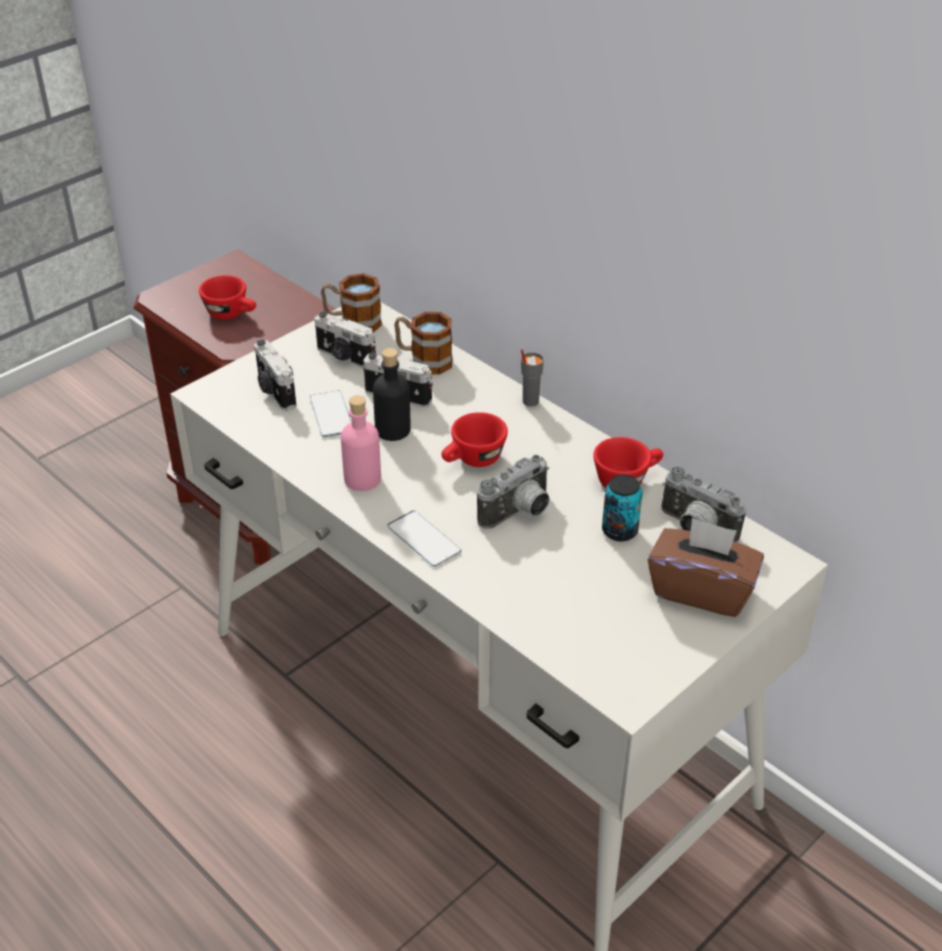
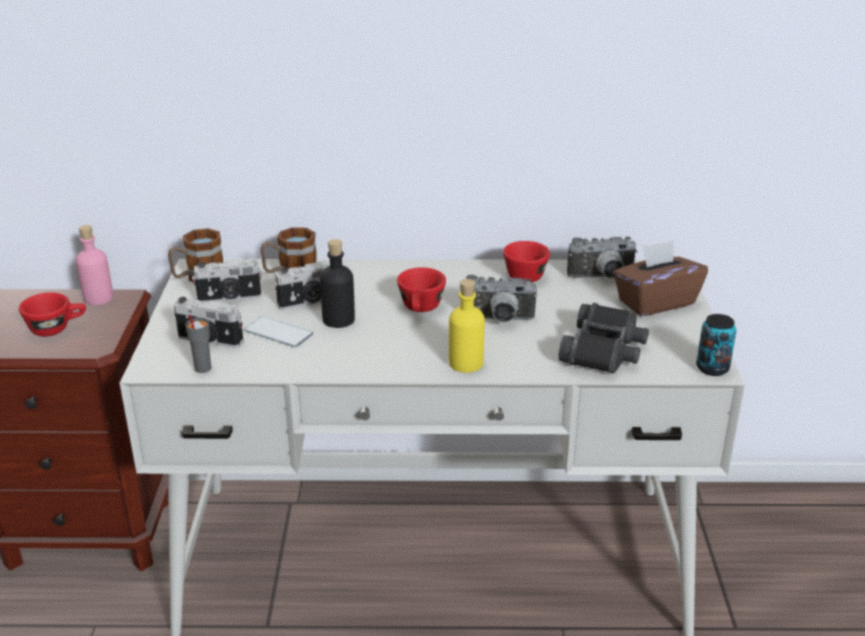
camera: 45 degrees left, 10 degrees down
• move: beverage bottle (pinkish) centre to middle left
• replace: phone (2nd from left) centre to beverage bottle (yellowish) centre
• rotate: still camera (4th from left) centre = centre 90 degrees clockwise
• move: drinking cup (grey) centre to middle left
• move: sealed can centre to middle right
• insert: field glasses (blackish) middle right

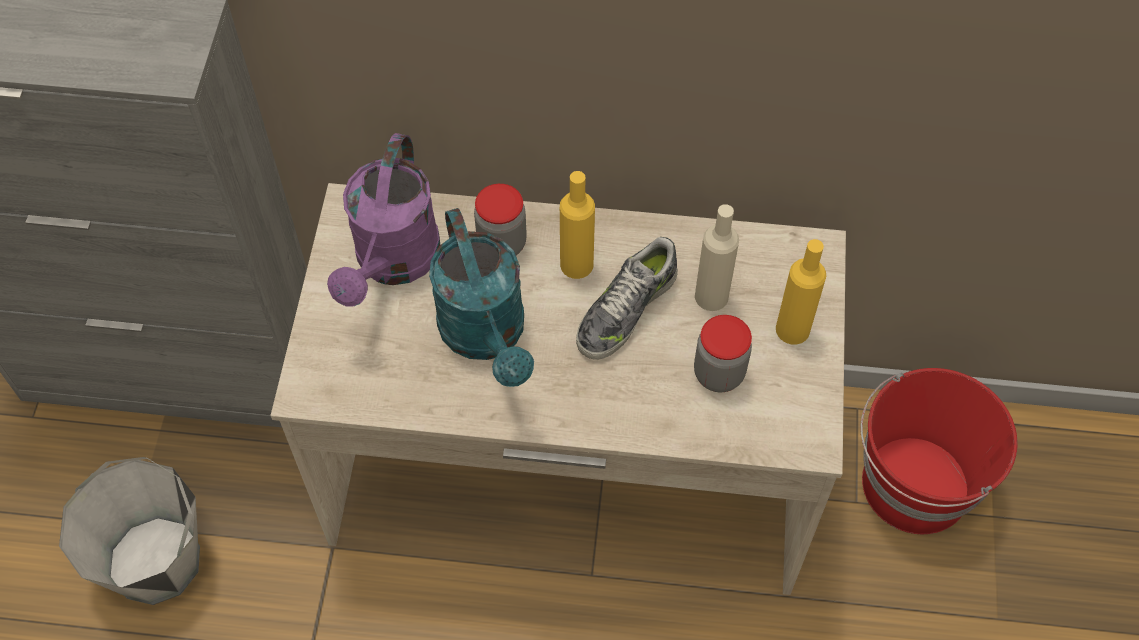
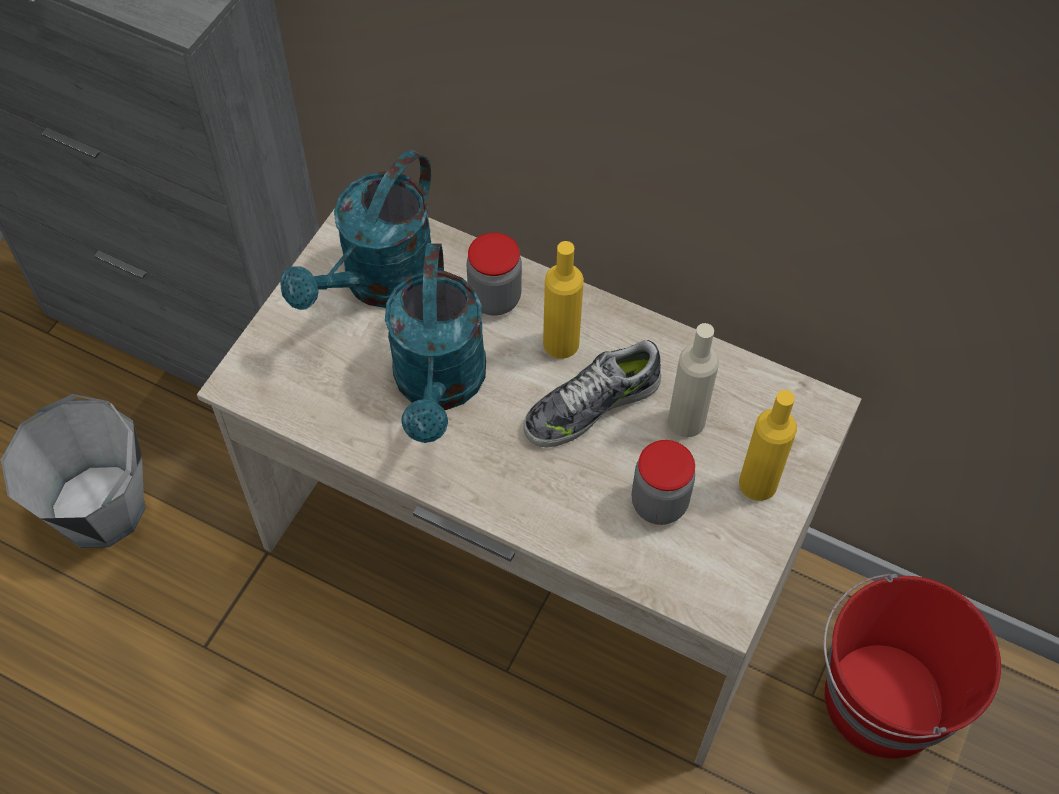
camera: 20 degrees right, 0 degrees up
• recolor: sprinkling can (purple-coloured) centre to sprinkling can (blue-green) (1st from left) top centre

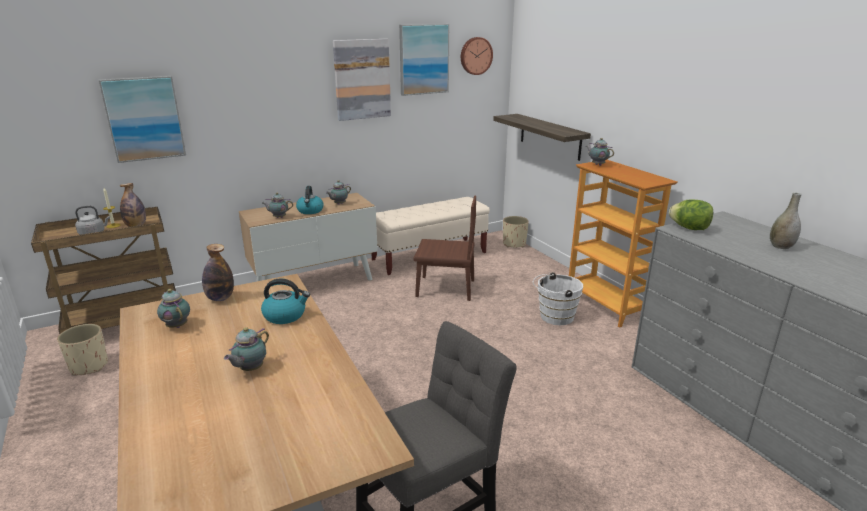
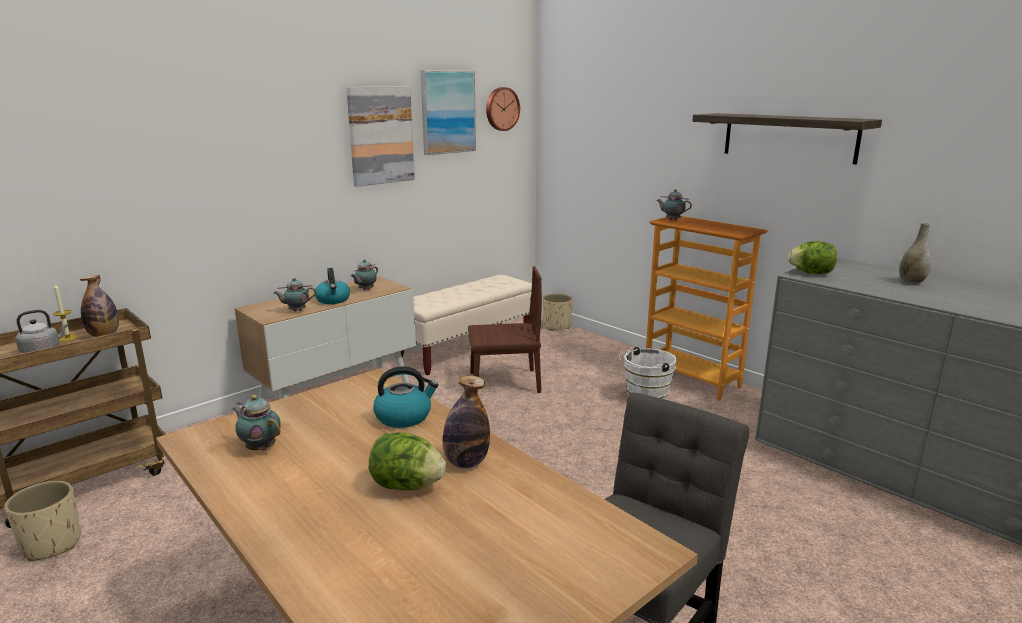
camera: 15 degrees left, 5 degrees down
• delete: picture (1st from left) top left
• move: beverage bottle (2nd from left) middle left to bottom centre
• replace: teapot (2nd from left) bottom left to lettuce head (1st from left) bottom centre
• move: wall shelf top centre to top right

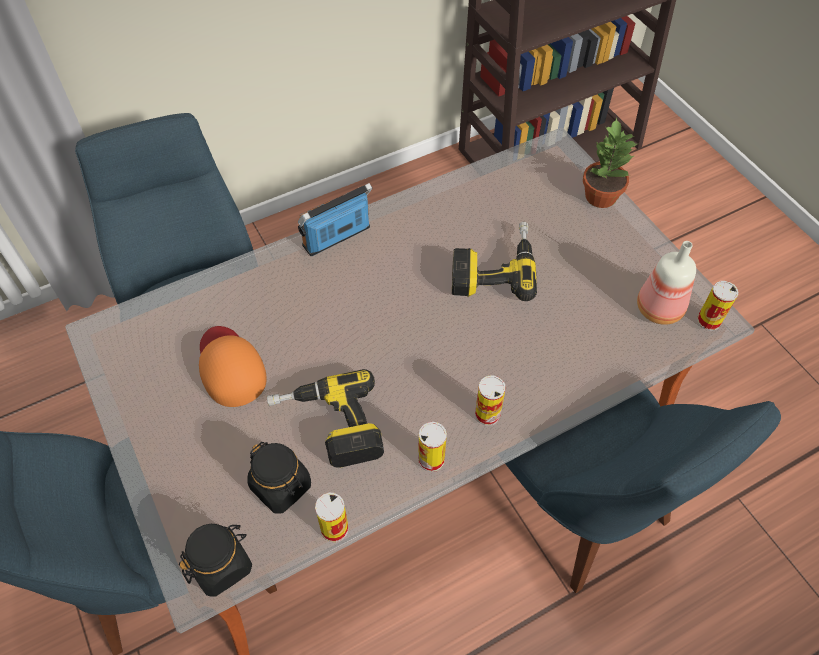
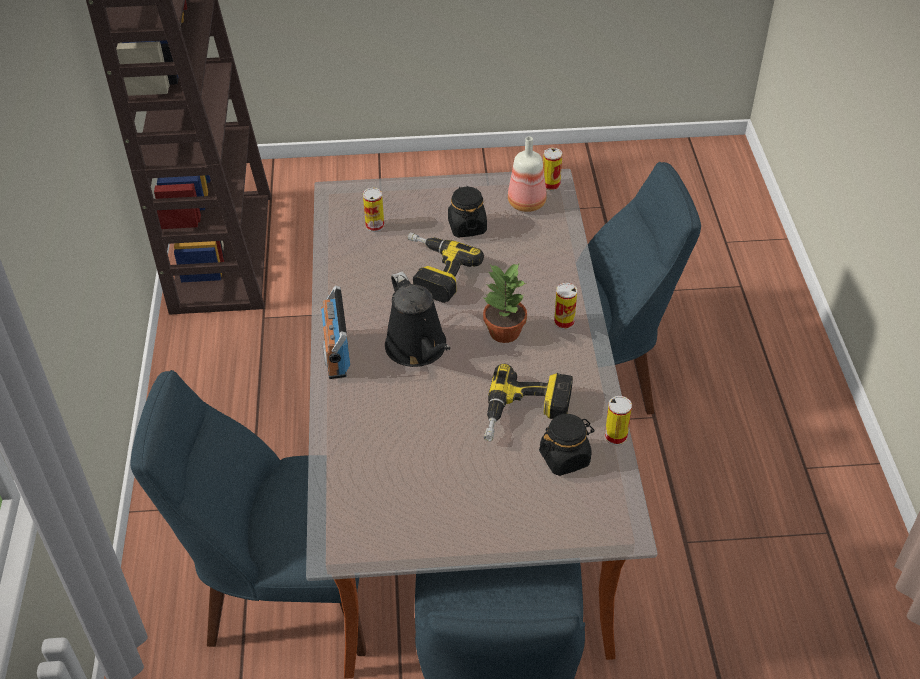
camera: 65 degrees left, 10 degrees down
• move: jar (blackish) (1st from left) bottom left to top centre
• delete: peaked cap (orange-coloured) middle left
• move: sealed can (2nd from left in the first image) bottom centre to sealed can (1st from left) top centre
• move: houseplant top right to centre
• insert: sprinkling can (blackish) centre

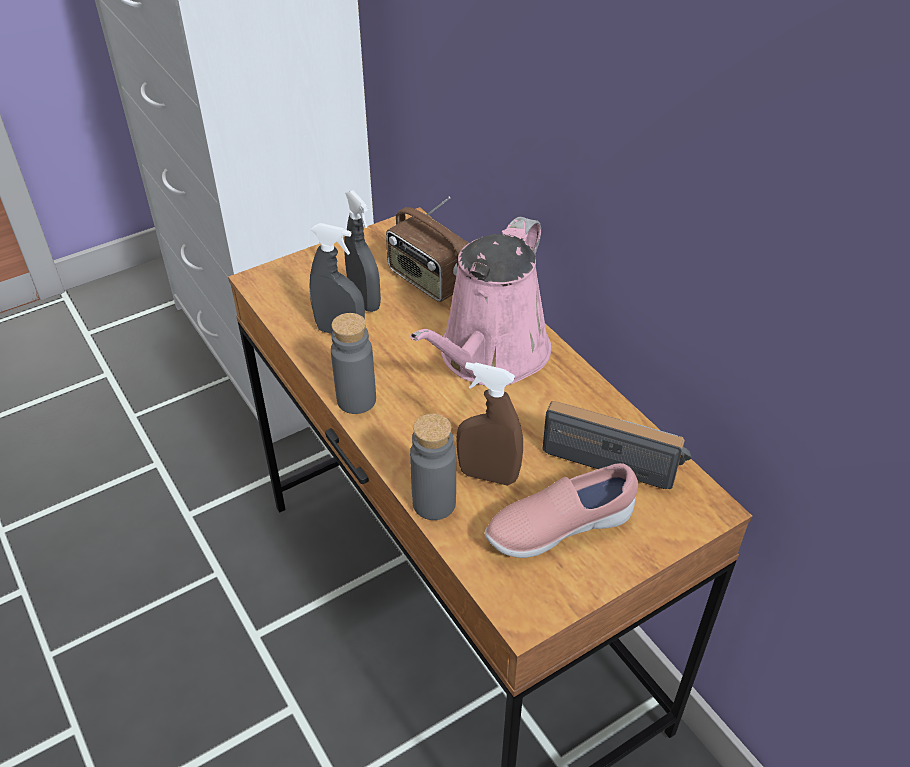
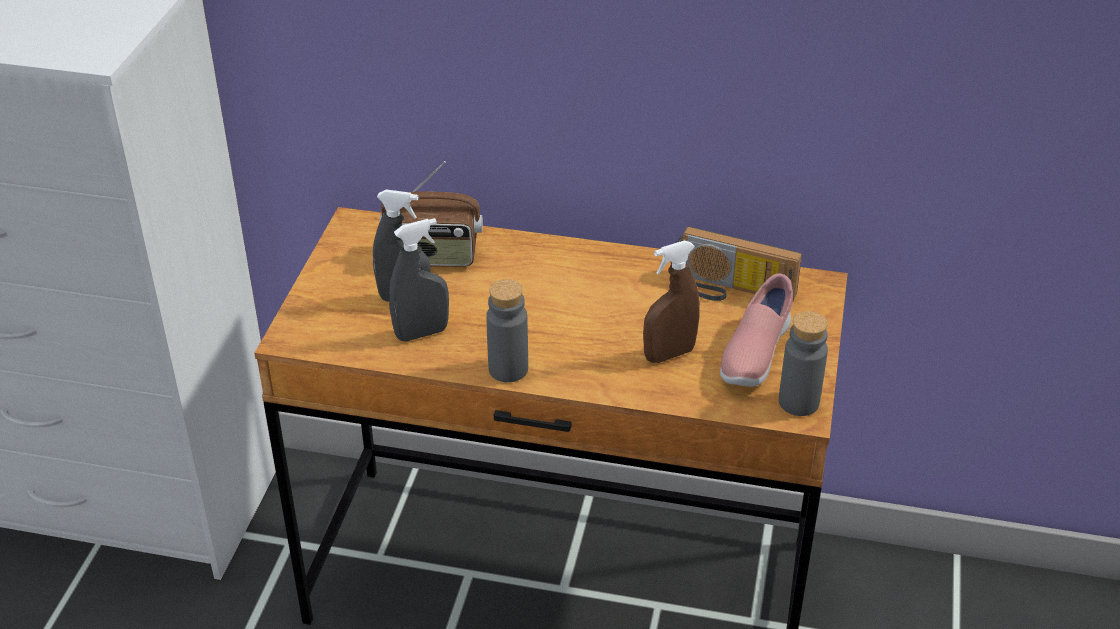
camera: 45 degrees left, 5 degrees down
• delete: sprinkling can (pinkish) centre
• move: beverage bottle (grey) (2nd from left) centre to middle right
• rotate: radio receiver (2nd from left) middle right = centre 135 degrees counterclockwise

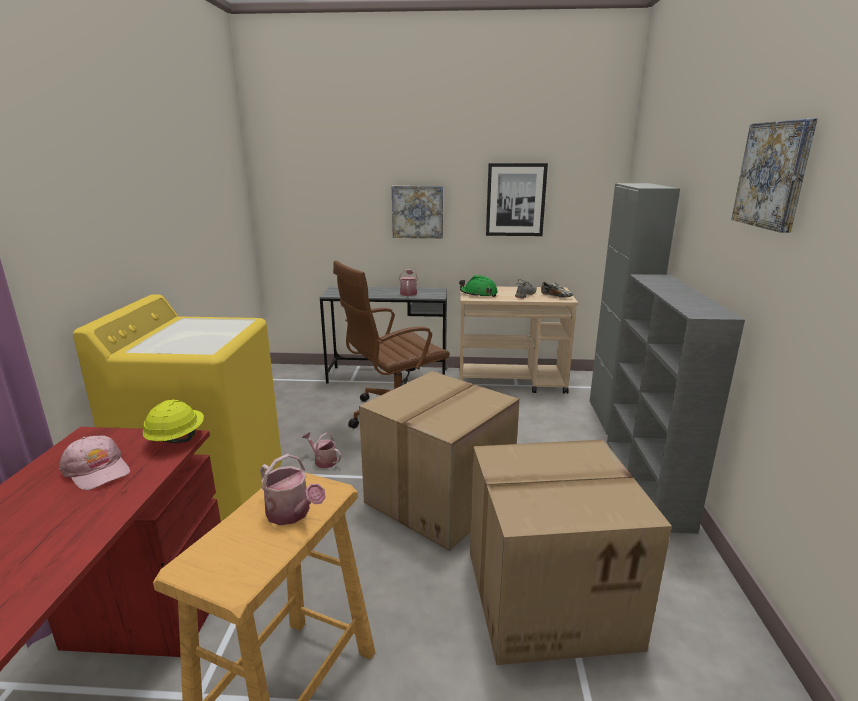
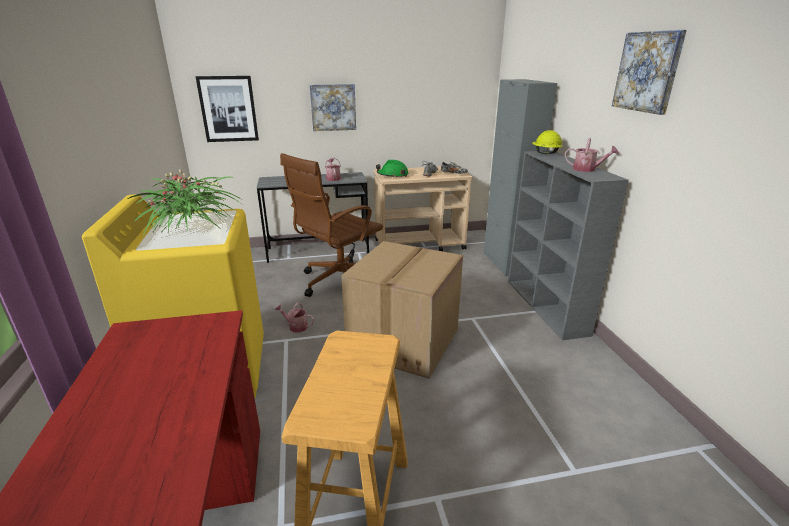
camera: 15 degrees left, 5 degrees up
• delete: peaked cap (pinkish) middle left
• move: hard hat (yellowish) middle left to top right
• move: sprinkling can (1st from left in the first image) bottom centre to sprinkling can (3rd from left) top right
• delete: packing box (2nd from left) bottom centre
• move: picture (2nd from left in the first image) top centre to picture (1st from left) top left
• insert: houseplant middle left

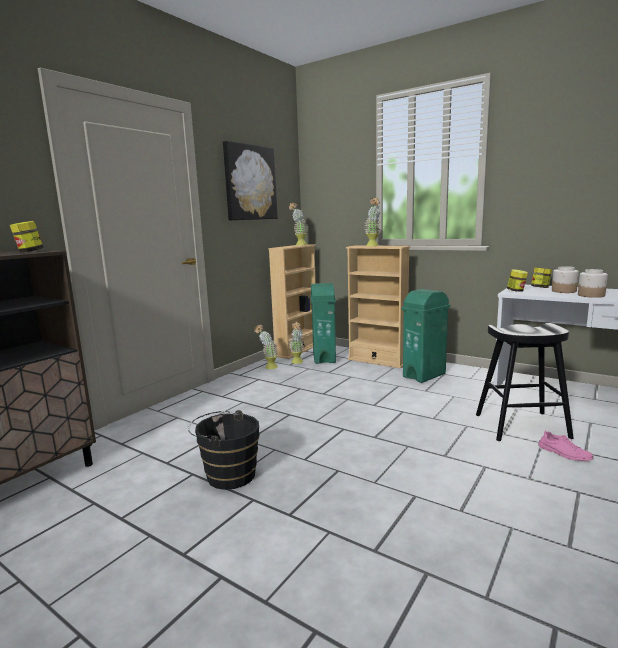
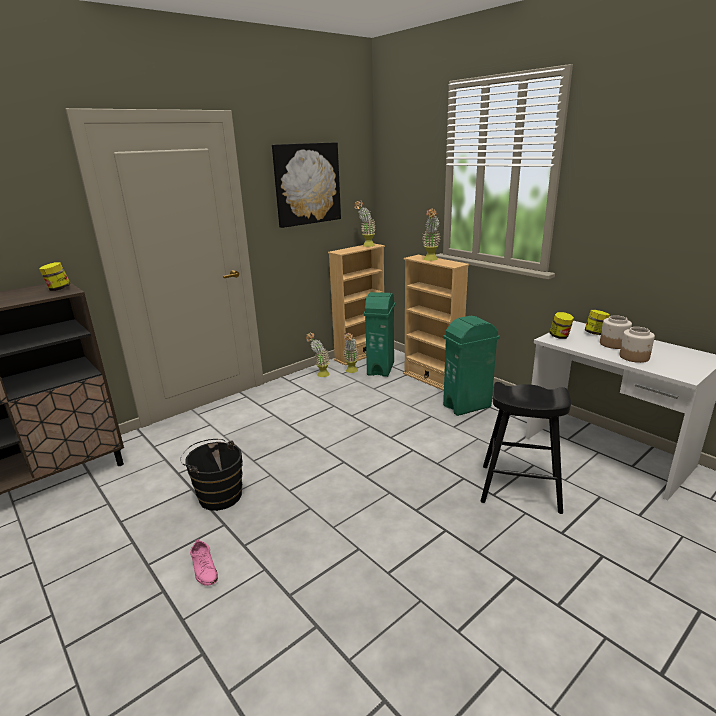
camera: 15 degrees right, 10 degrees up
• move: low shoe (pinkish) bottom right to bottom left

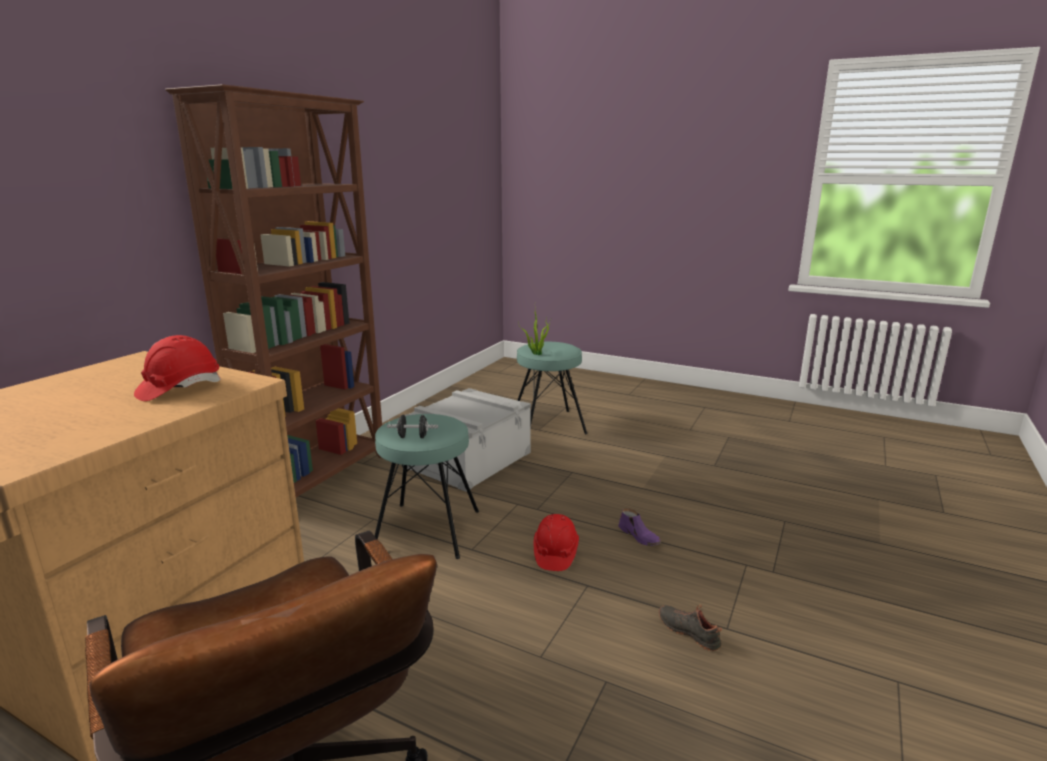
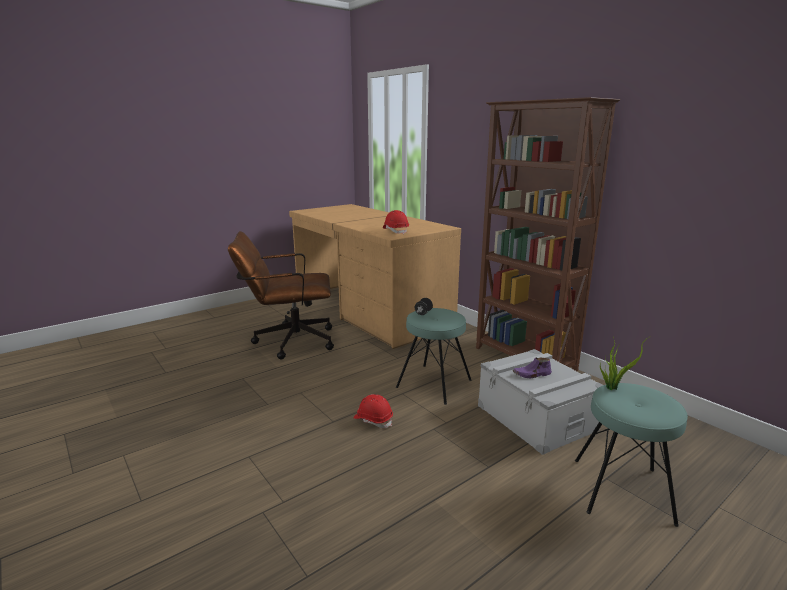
camera: 115 degrees right, 0 degrees up
• move: low shoe (purple-coloured) bottom centre to middle right
• delete: low shoe (blackish) bottom centre

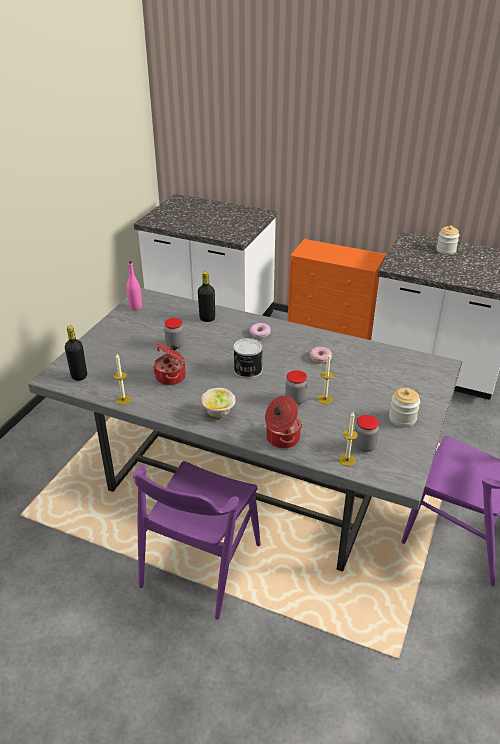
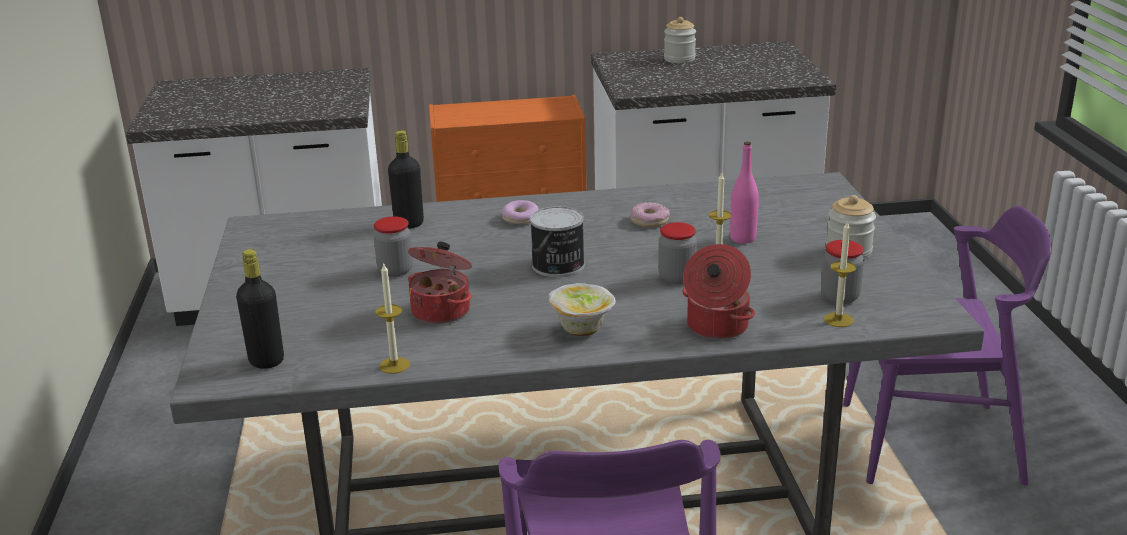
camera: 30 degrees left, 10 degrees down
• move: beverage bottle (pinkish) middle left to centre

